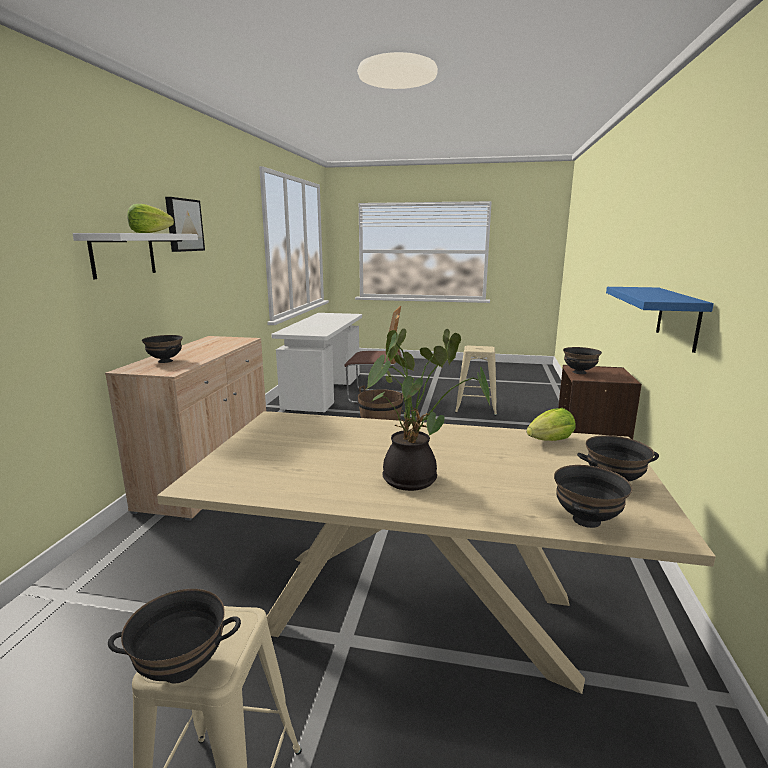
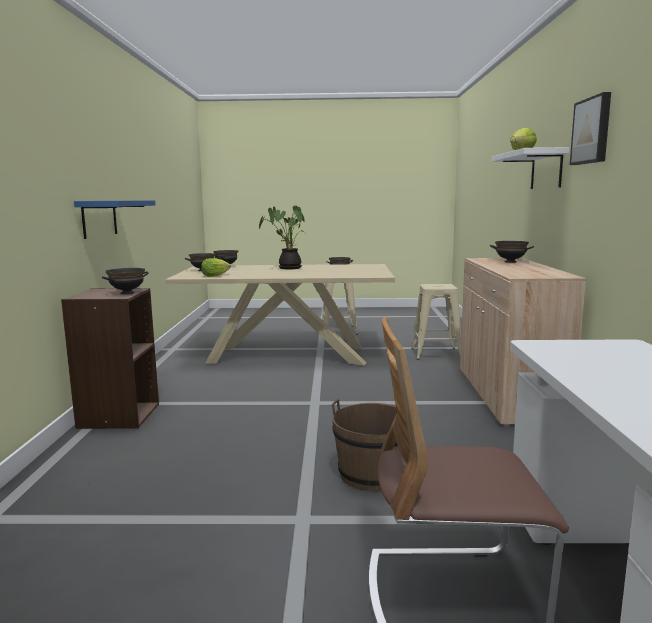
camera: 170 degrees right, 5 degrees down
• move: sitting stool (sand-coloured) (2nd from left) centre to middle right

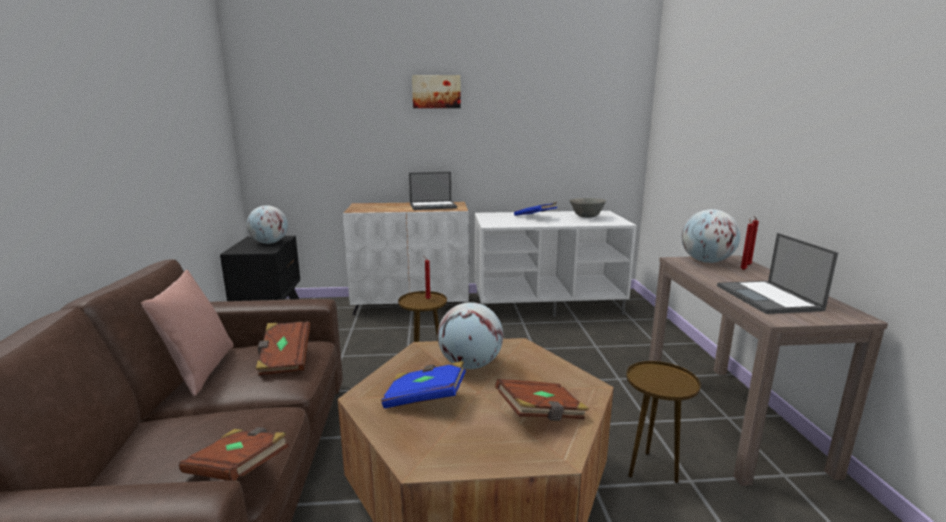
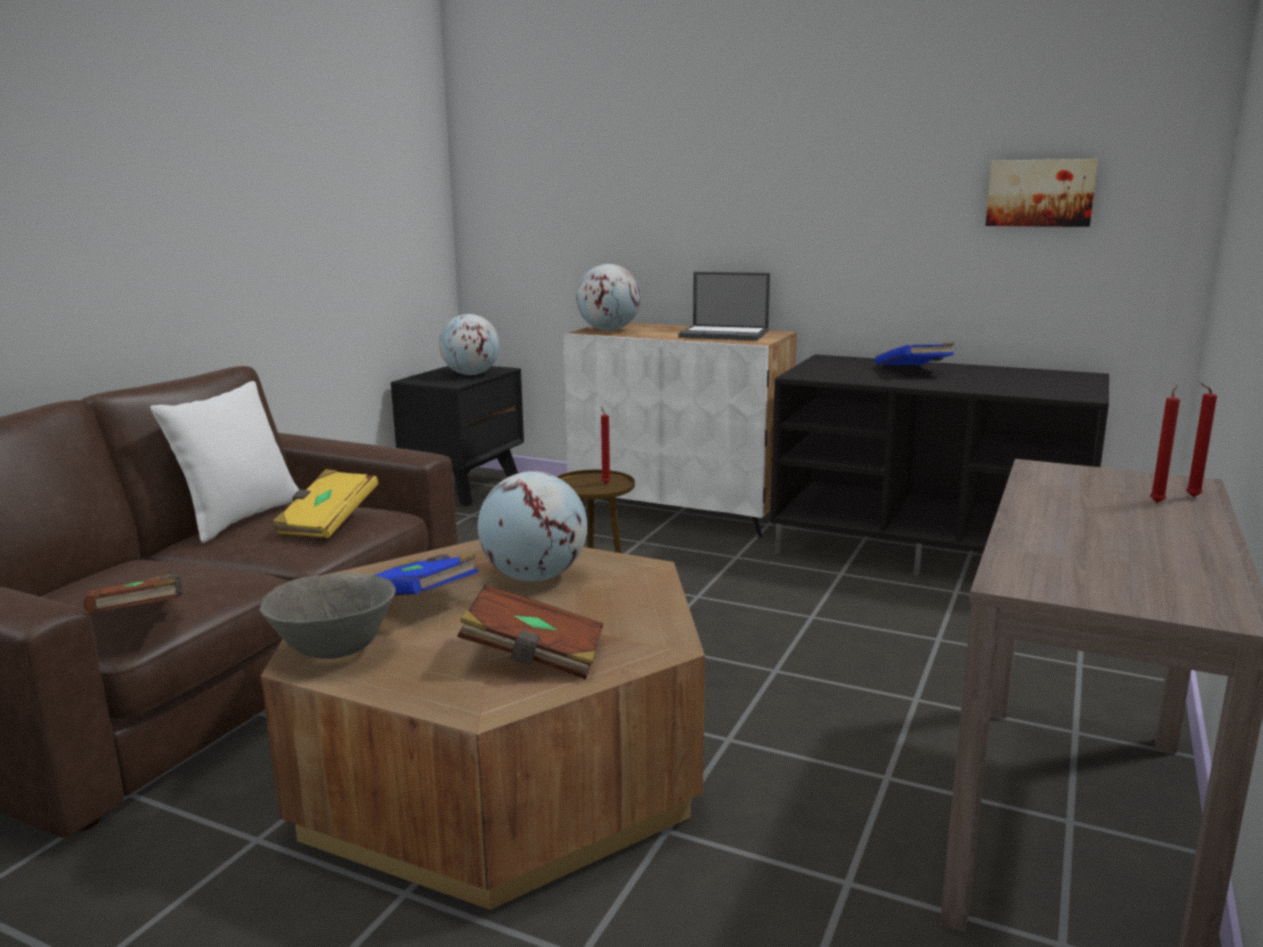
camera: 30 degrees right, 0 degrees up
• recolor: throw pillow (pinkish) middle left to throw pillow (white-coloured) middle left
• recolor: volume (brown) (2nd from left) bottom left to volume (yellowish) middle left
• move: picture top centre to top right
• recolor: media console (white-coloured) centre to media console (blackish) middle right
• move: bowl (grey) centre to middle left
• delete: side table (brown) (2nd from left) bottom right
• move: desk globe (3rd from left) middle right to top centre
• delete: portable computer (2nd from left) middle right

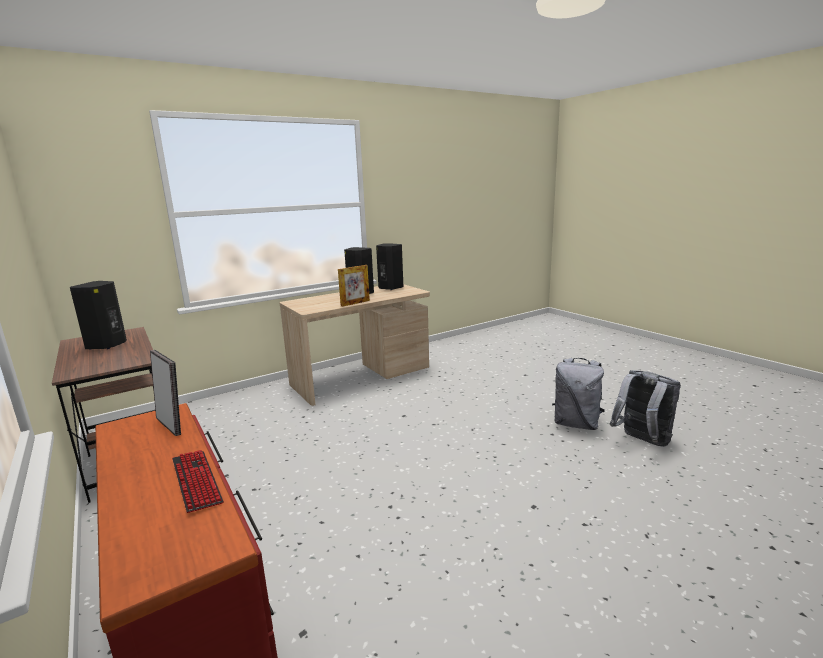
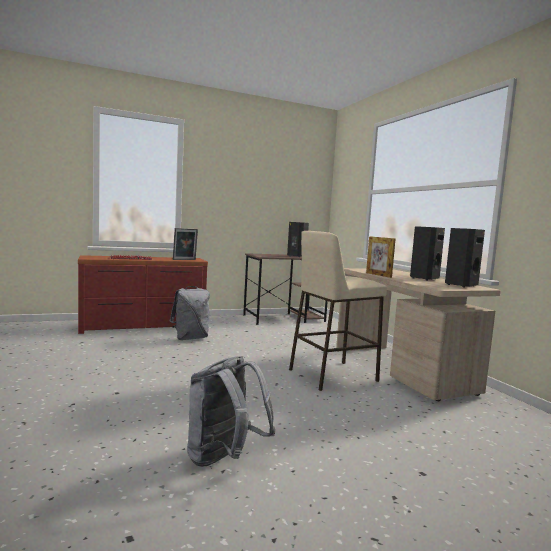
camera: 100 degrees right, 10 degrees down
• move: rucksack (grey) (2nd from left in the first image) middle right to rucksack (grey) (1st from left) centre
• insert: sitting stool (sand-coloured) centre

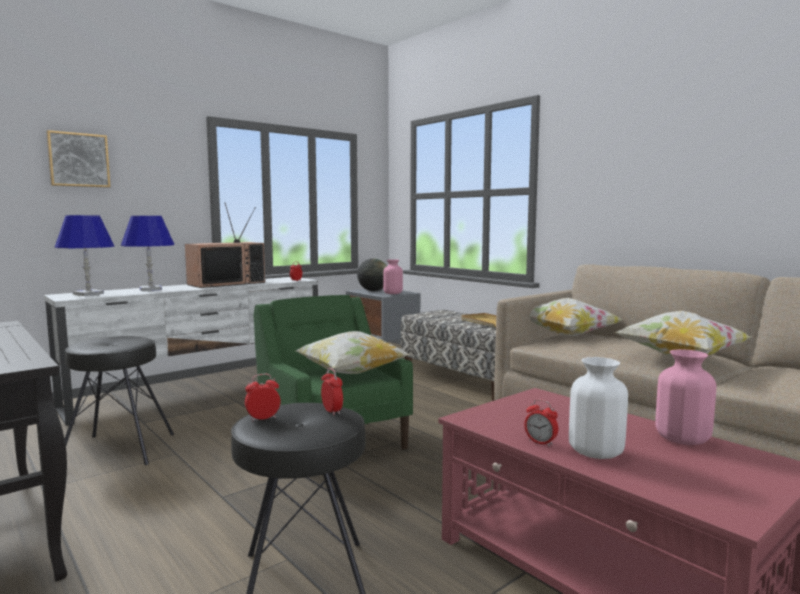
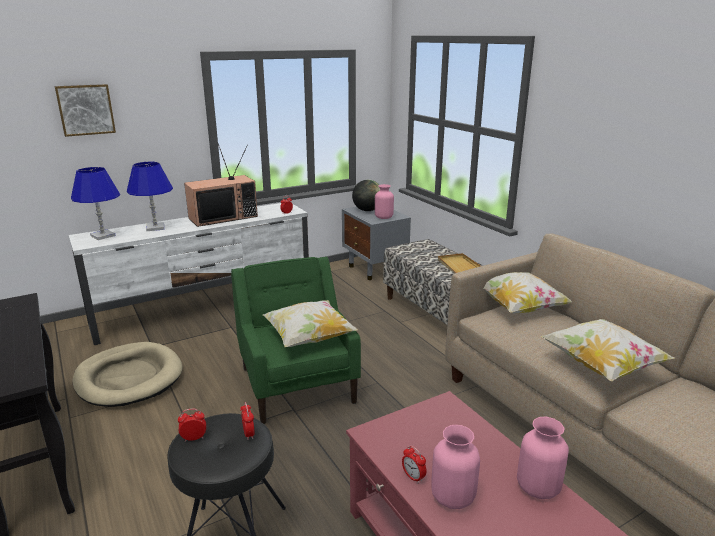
camera: 10 degrees right, 15 degrees up
• replace: sitting stool (blackish) (1st from left) bottom left to dog bed (sand-coloured) bottom left
• recolor: vase (white-coloured) bottom right to vase (pinkish) (2nd from left) bottom centre

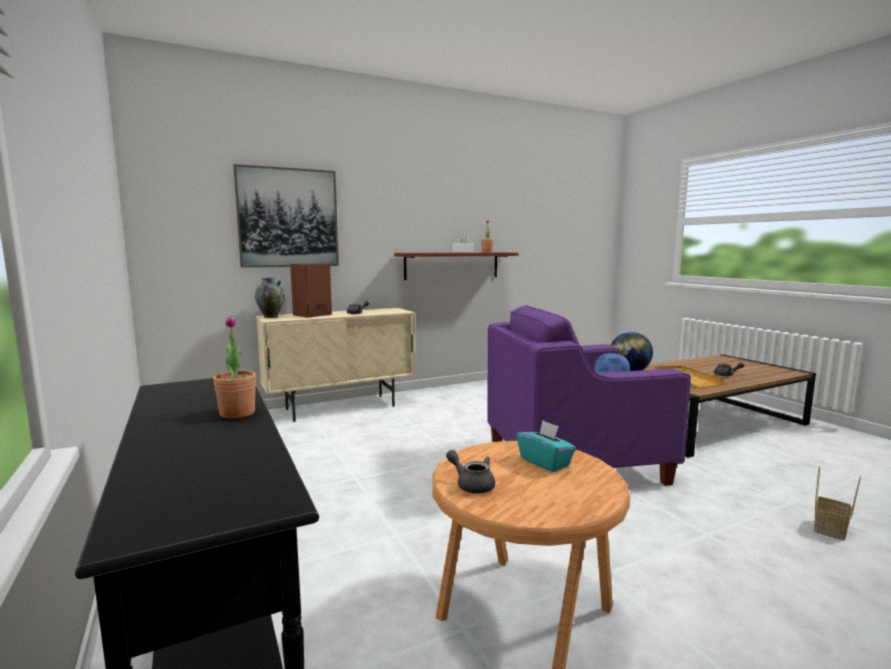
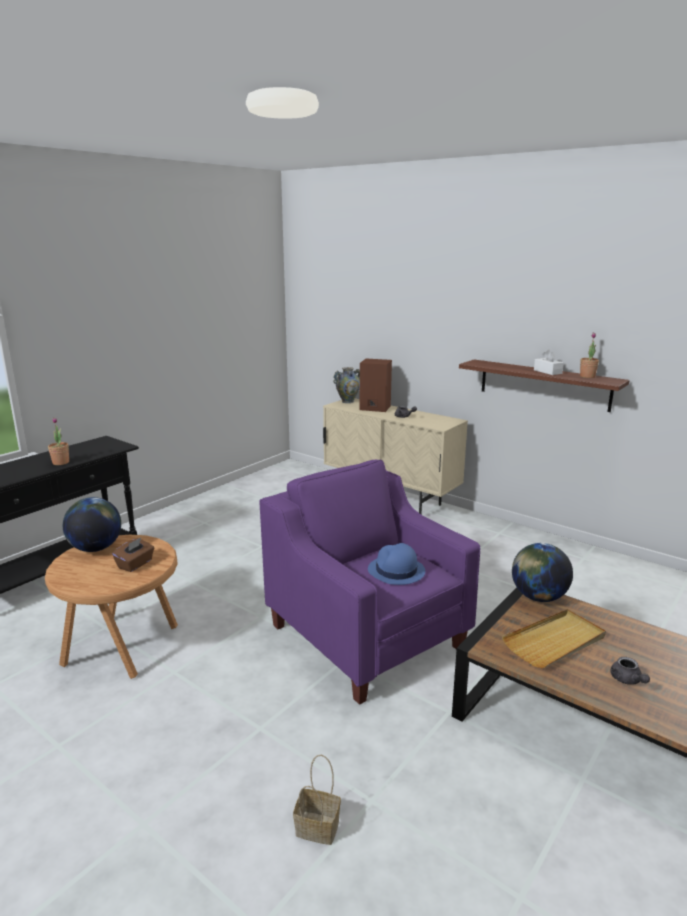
camera: 65 degrees right, 10 degrees up
• delete: picture top left
• replace: teapot (grey) (2nd from left) bottom centre to desk globe (1st from left) middle left
• recolor: tissue box (blue-green) bottom centre to tissue box (brown) middle left

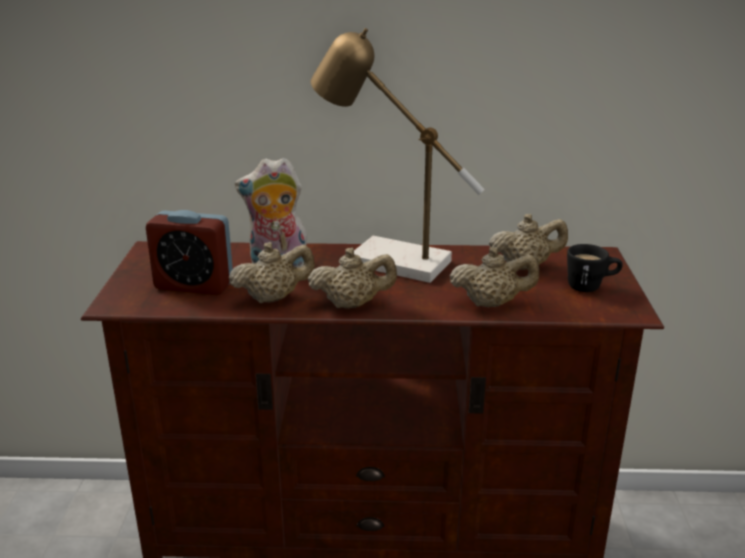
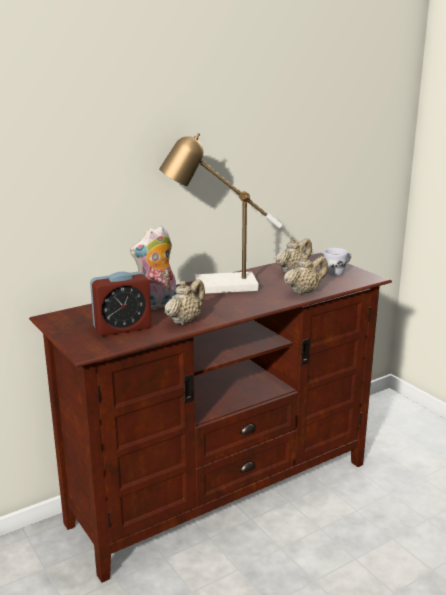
camera: 35 degrees left, 5 degrees down
• delete: teapot (sand-coloured) (2nd from left) centre
• recolor: tea mug (blackish) middle right to tea mug (white-coloured) middle right

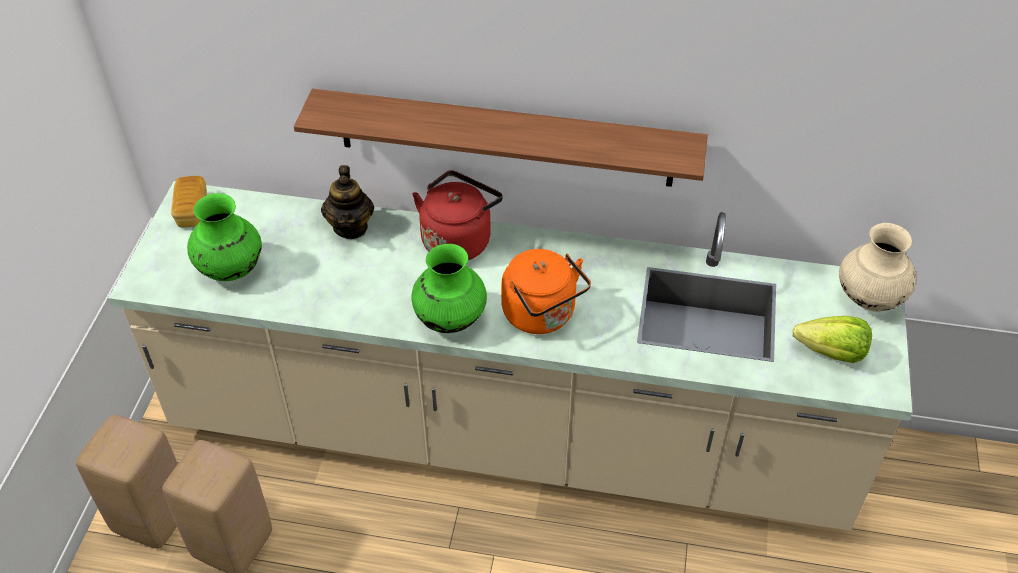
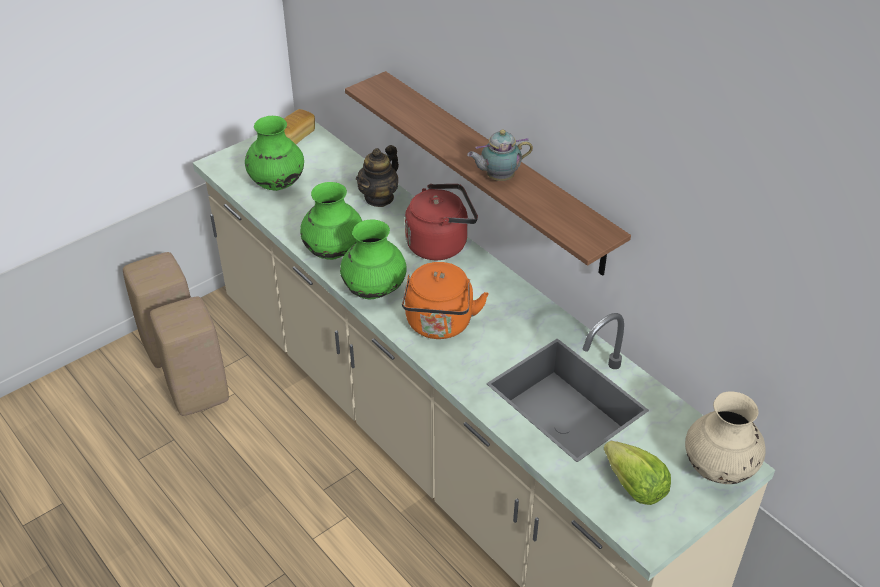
camera: 40 degrees right, 5 degrees down
• insert: vase (greenish) (2nd from left) centre
• insert: teapot (2nd from left) top centre

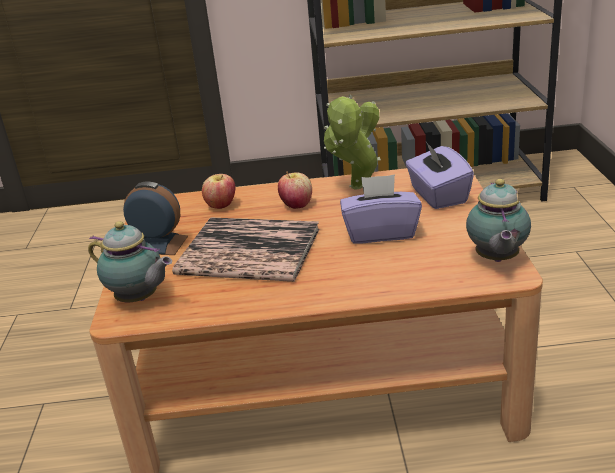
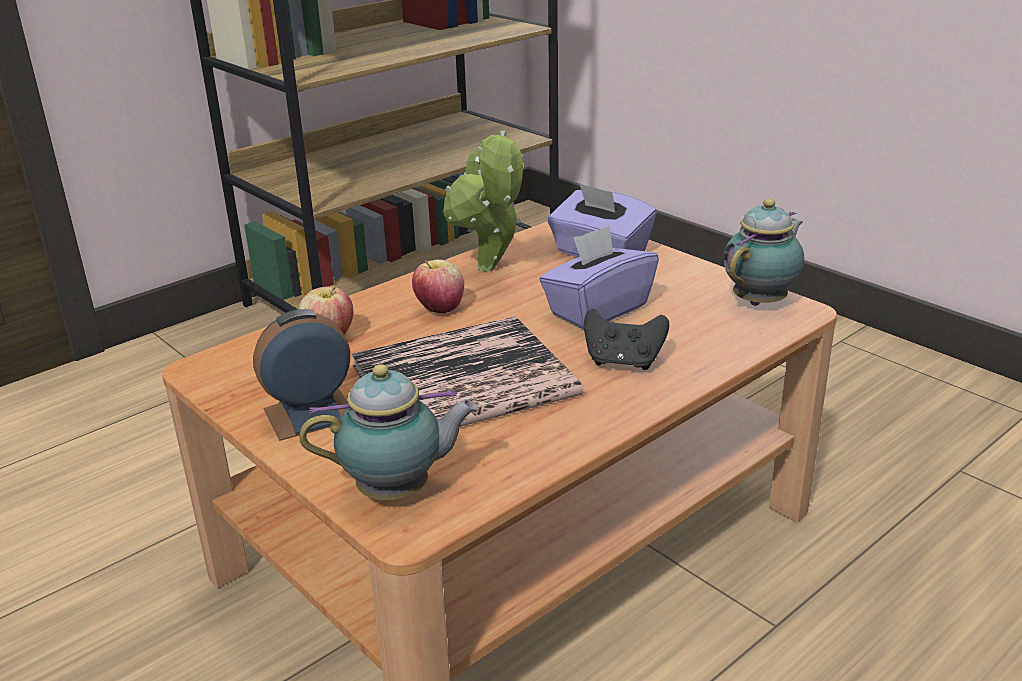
camera: 40 degrees left, 0 degrees up
• rotate: teapot (2nd from left) middle right = middle right 105 degrees counterclockwise
• insert: gamepad (blackish) centre

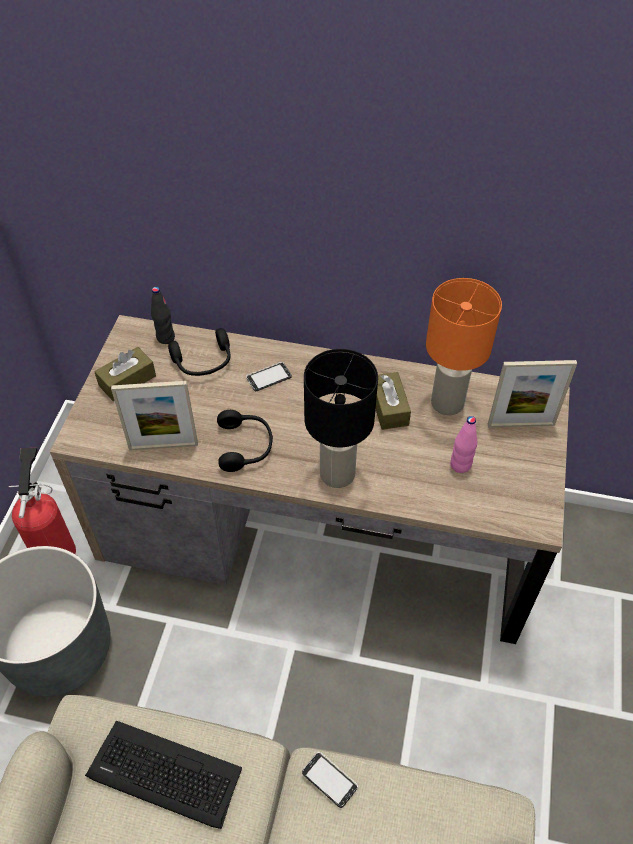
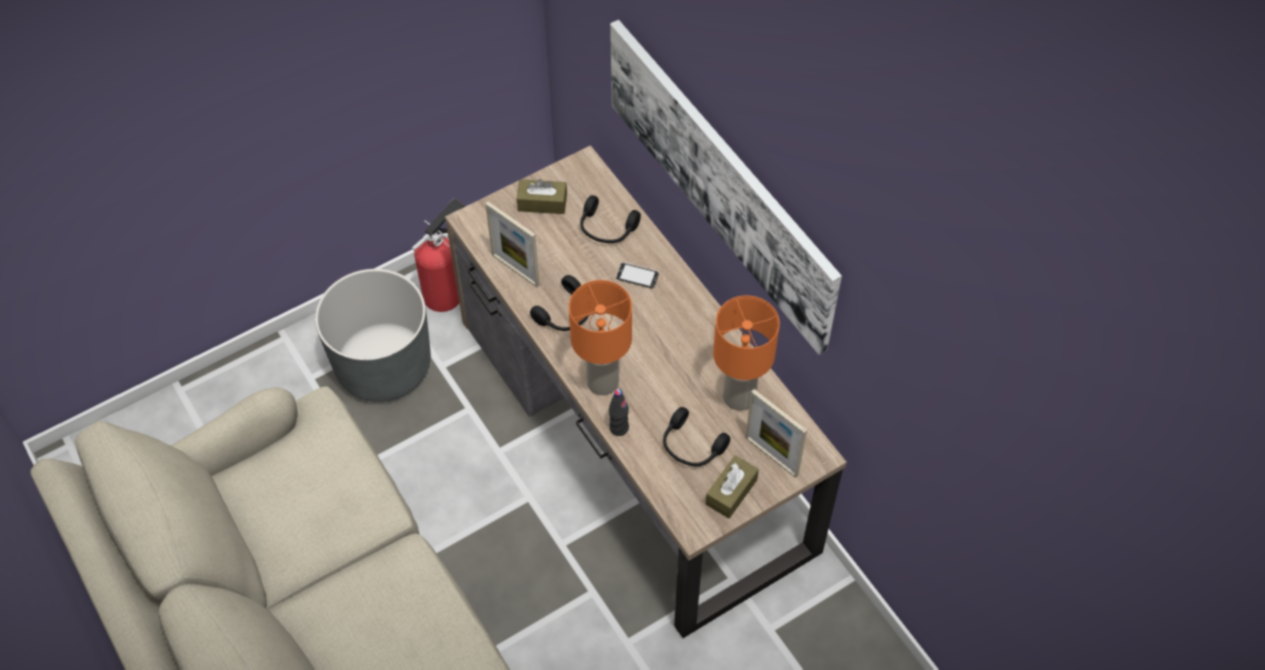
camera: 45 degrees right, 5 degrees up
• delete: keyboard bottom left
• move: beverage bottle (blackish) middle left to centre
• delete: phone (2nd from left) bottom centre
• recolor: tabletop lamp (blackish) centre to tabletop lamp (orange-coloured) (1st from left) centre
• move: tissue box (brown) (2nd from left) centre to bottom centre
• replace: beverage bottle (pinkish) middle right to headset (blackish) (3rd from left) centre
• insert: picture top centre

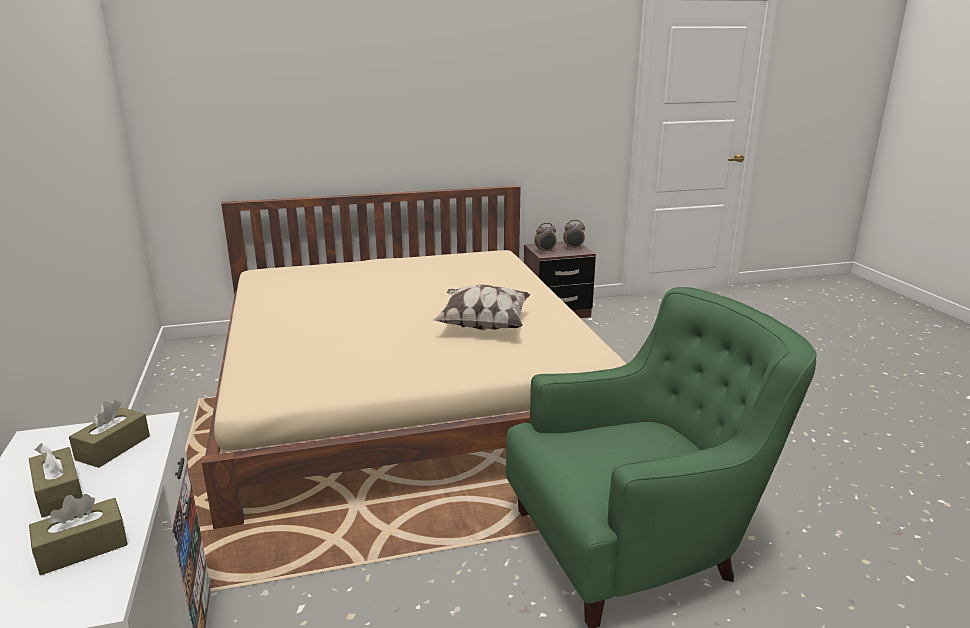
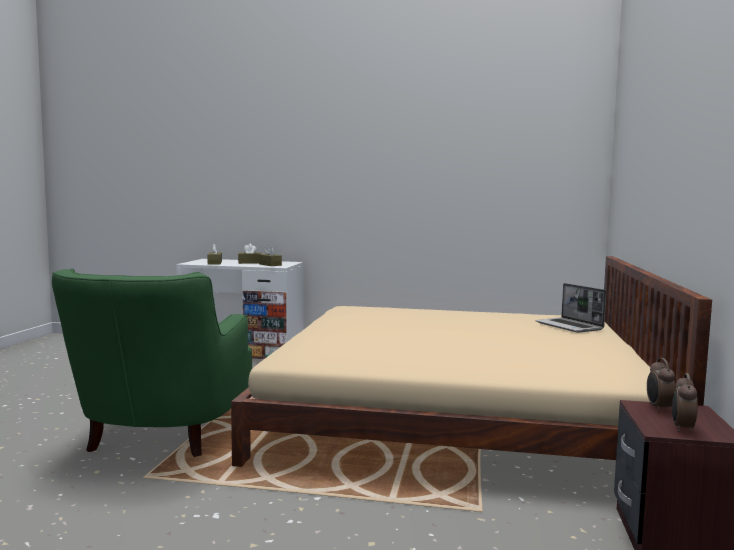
camera: 115 degrees right, 15 degrees down
• delete: throw pillow centre
• insert: portable computer middle right

